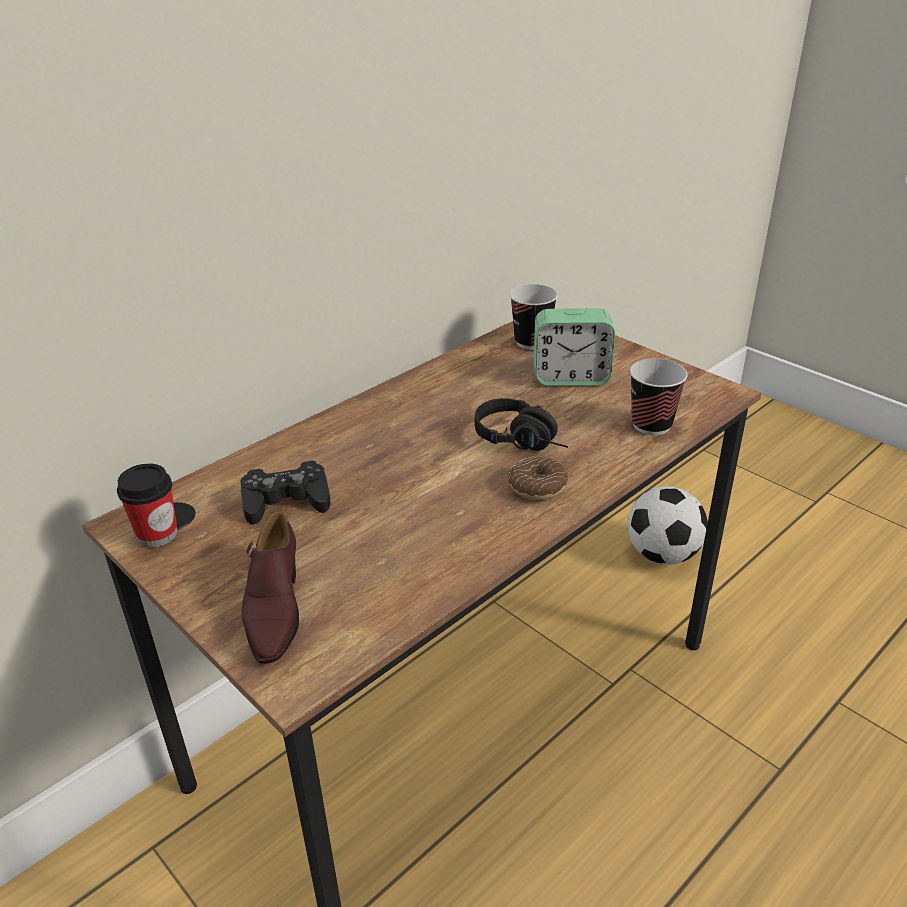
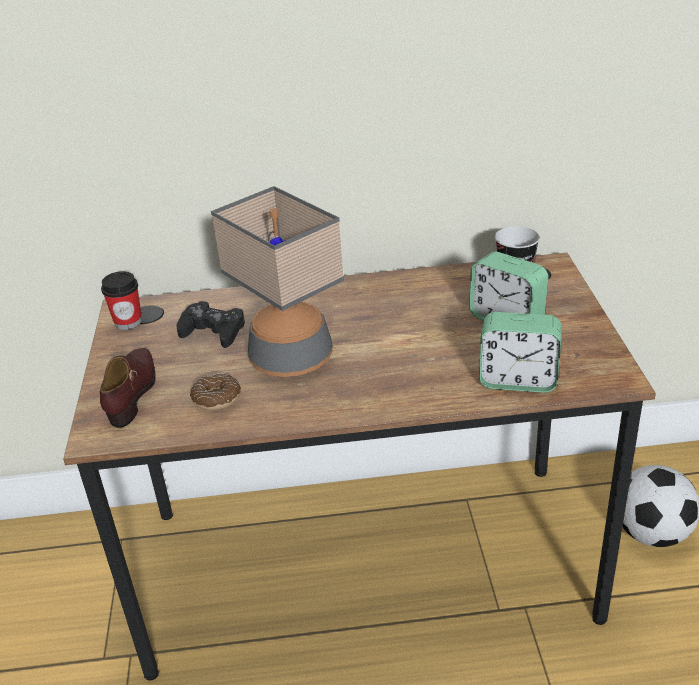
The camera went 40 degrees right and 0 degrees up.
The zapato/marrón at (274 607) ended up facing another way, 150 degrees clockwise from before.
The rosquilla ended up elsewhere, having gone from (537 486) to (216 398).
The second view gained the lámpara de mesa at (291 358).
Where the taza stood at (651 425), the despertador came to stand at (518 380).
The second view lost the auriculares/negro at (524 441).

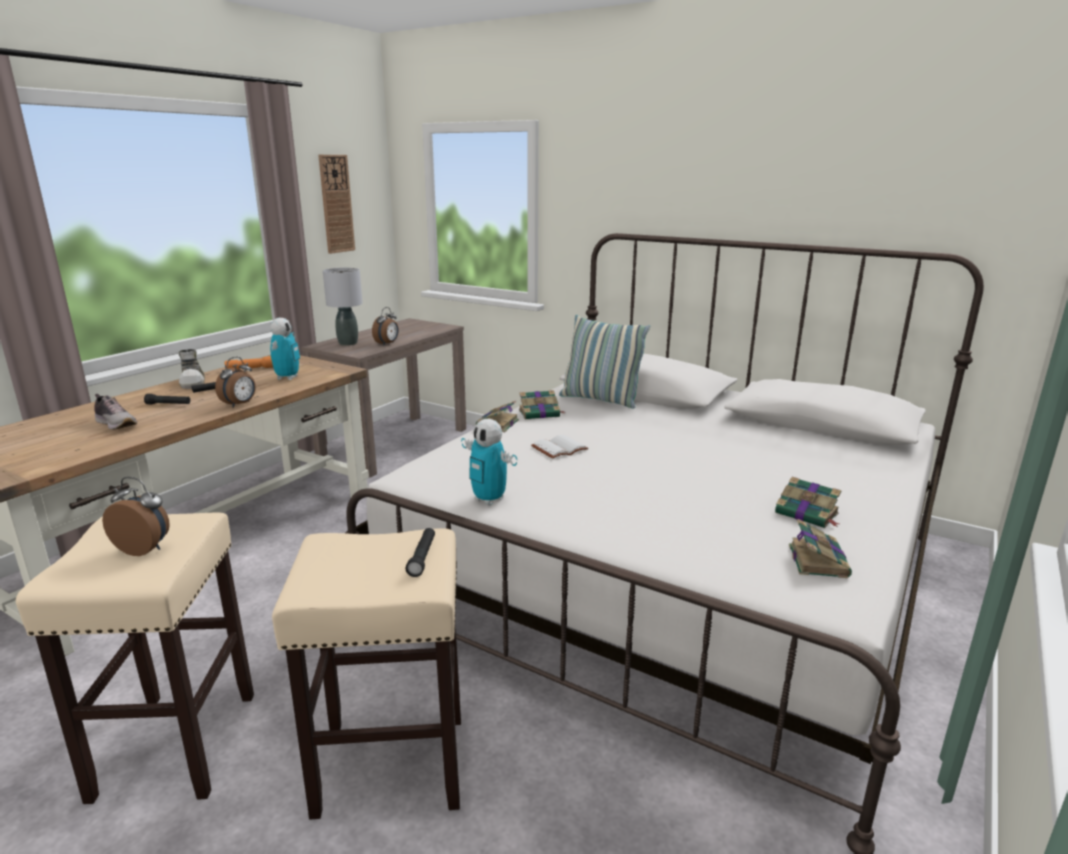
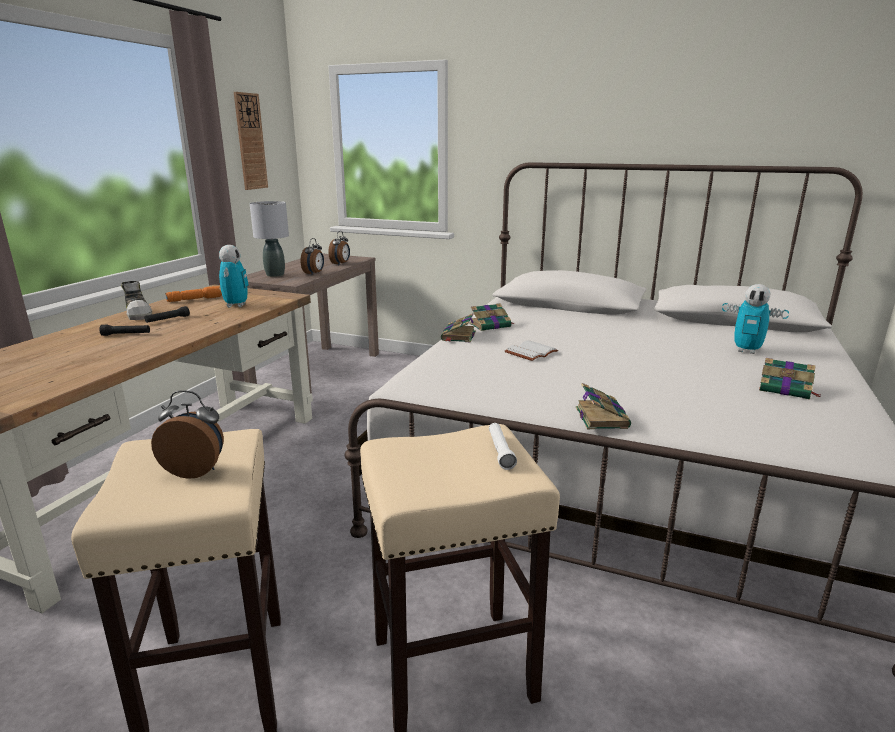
The camera went 10 degrees left and 0 degrees up.
The despertador ended up elsewhere, having gone from (240 404) to (341 264).
What was the linterna/negro at (422 557) turned into the linterna/blanco at (500 451).
The libro ended up elsewhere, having gone from (817 560) to (601 417).
The robot de juguete ended up elsewhere, having gone from (489 500) to (747 351).
The second view lost the zapato at (117 424).
The second view lost the cojín at (600 400).

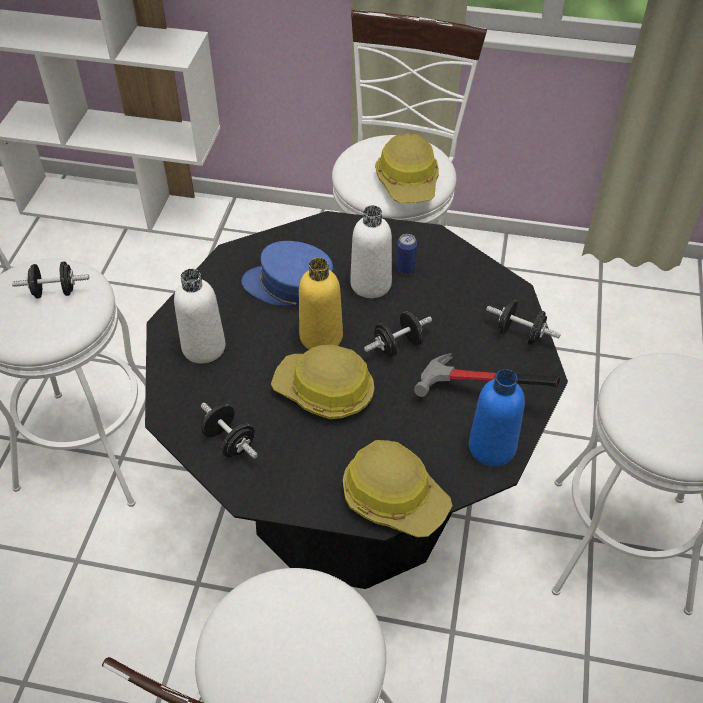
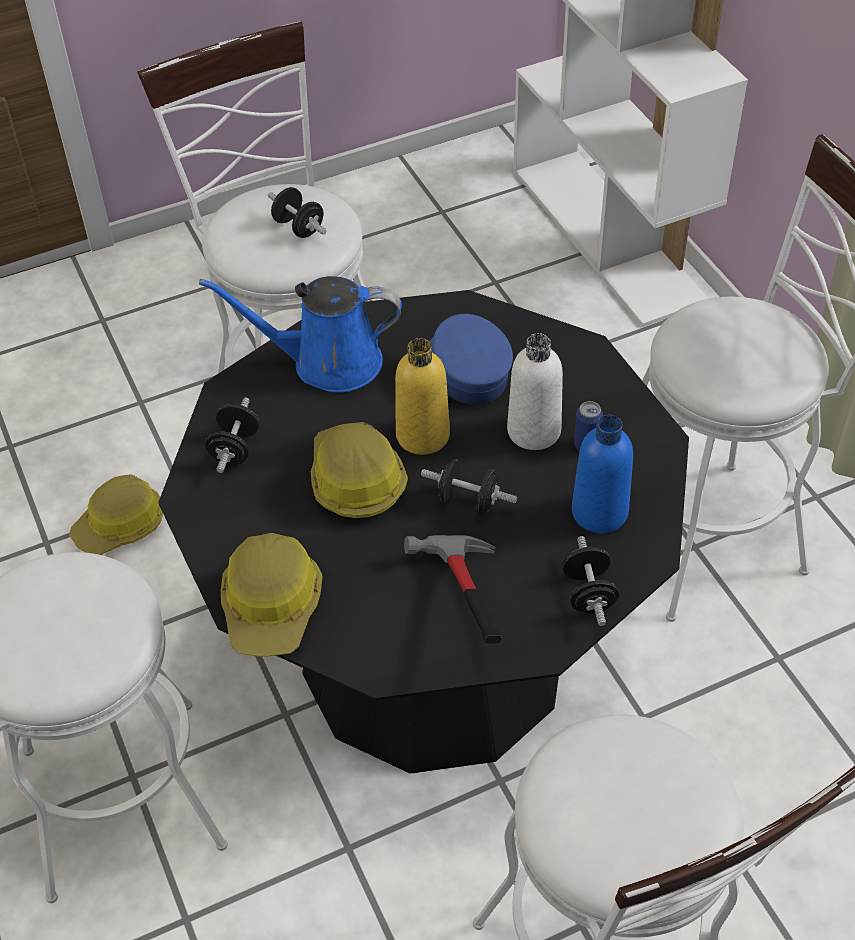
The camera went 55 degrees right and 0 degrees up.
The casco ended up elsewhere, having gone from (408 181) to (121 526).
Where the botella/blanco stood at (203 347), the regadera/azul came to stand at (327 362).
The botella/azul ended up elsewhere, having gone from (492 447) to (599 512).

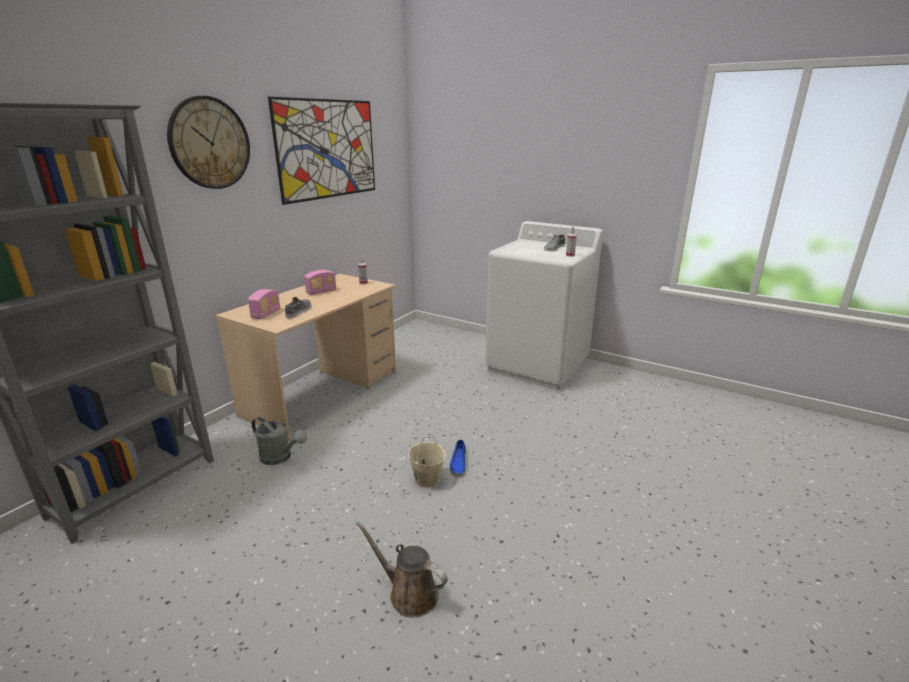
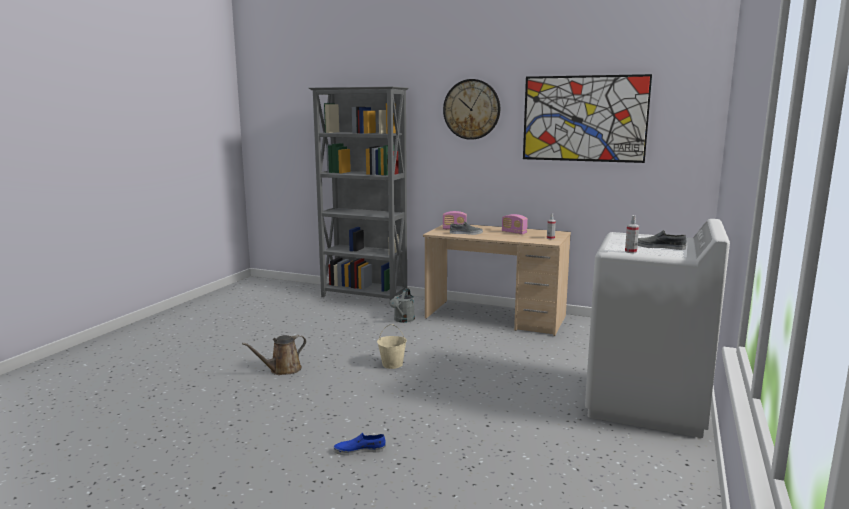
The camera went 80 degrees right and 10 degrees down.
The regadera/marrón at (409 593) ended up facing another way, 150 degrees counterclockwise from before.
The zapato/azul ended up elsewhere, having gone from (458 463) to (360 450).

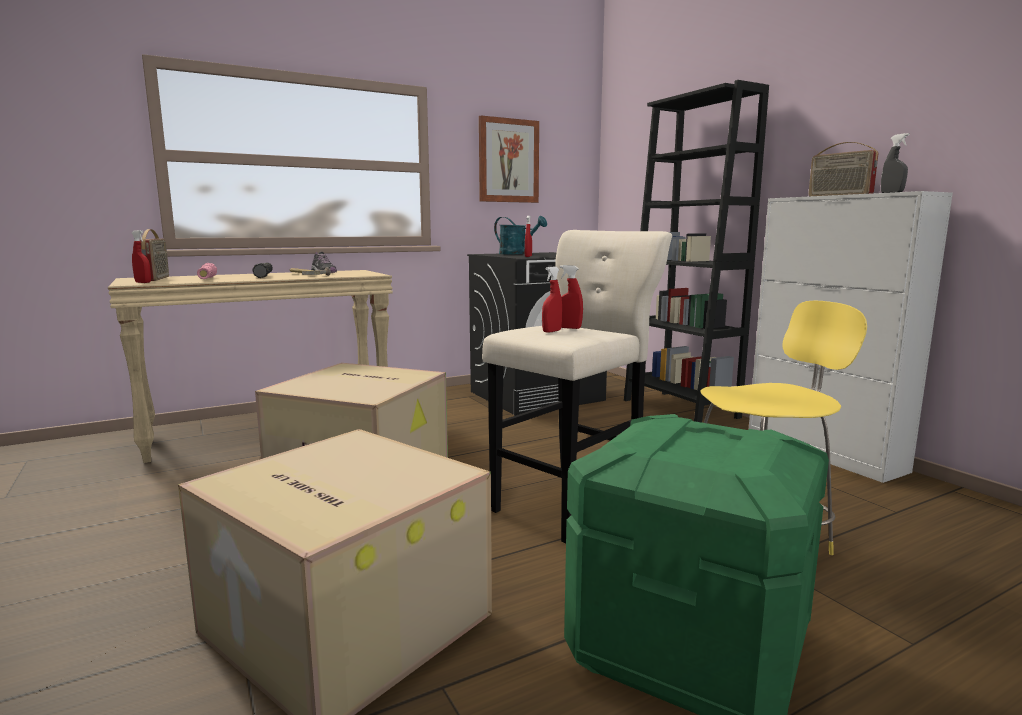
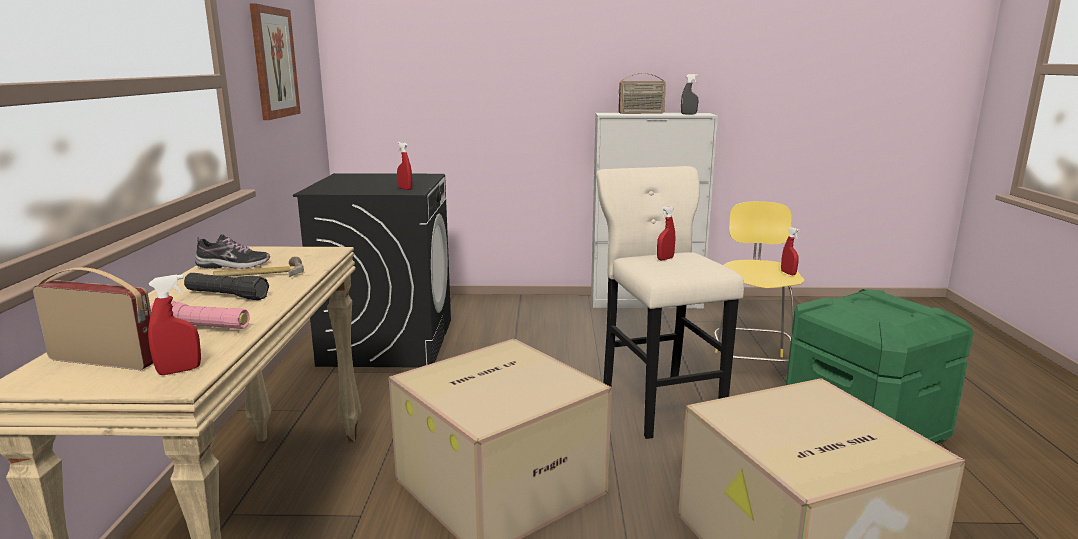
The camera went 60 degrees left and 5 degrees up.
The pulverizador/rojo ended up elsewhere, having gone from (551 331) to (788 273).
The second view lost the regadera/turquesa at (517 254).
The second view lost the estantería/negro at (680 408).

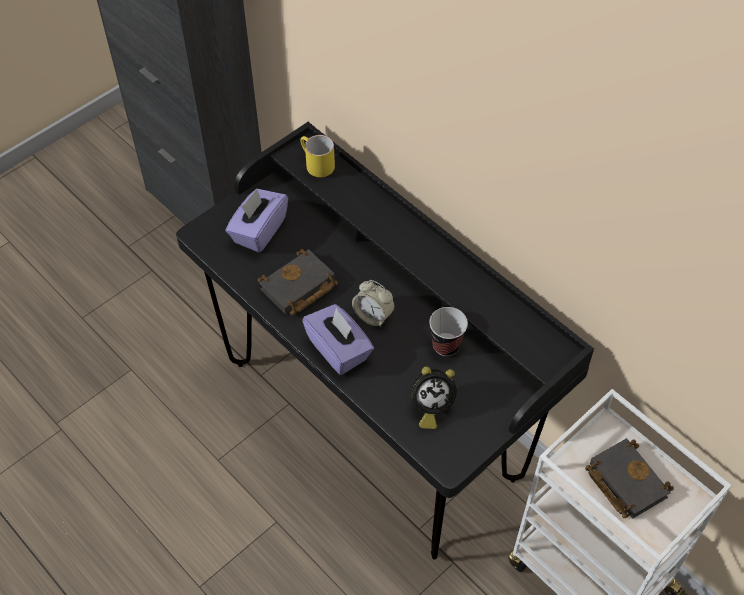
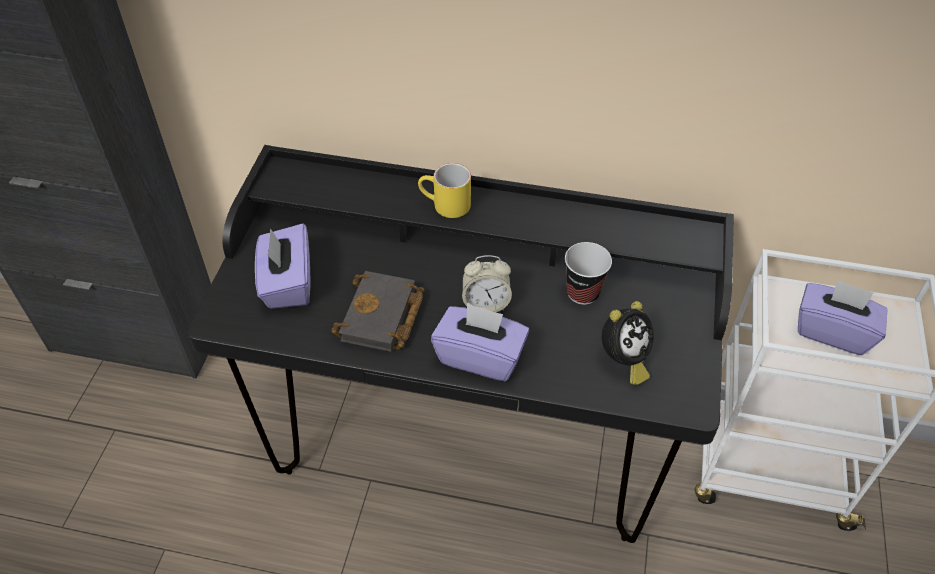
The camera went 35 degrees left and 5 degrees down.
The taza grande/amarillo ended up elsewhere, having gone from (315 164) to (444 205).
Where the libro/negro stood at (623 481), the caja de pañuelos/morado came to stand at (832 331).

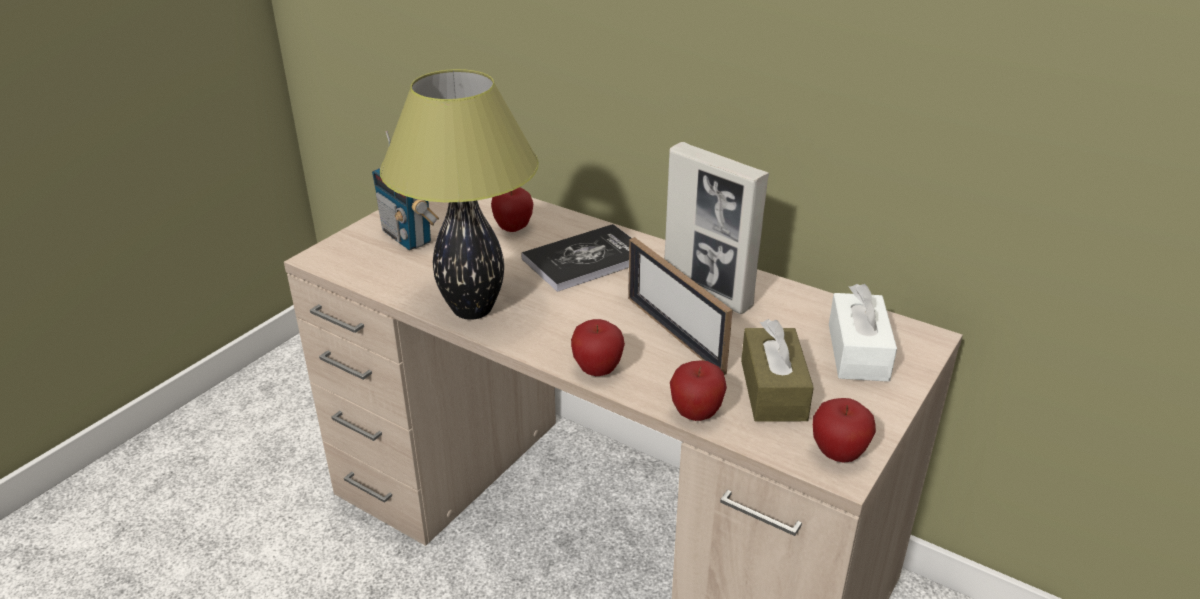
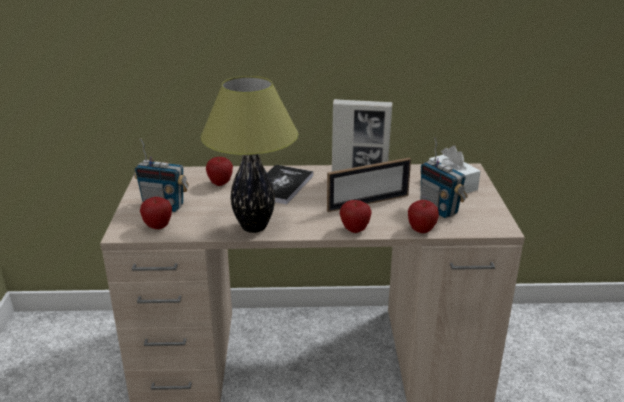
The camera went 35 degrees left and 5 degrees down.
The manzana ended up elsewhere, having gone from (838 454) to (158 227).
The portarretratos at (674 334) ended up facing another way, 45 degrees counterclockwise from before.
Where the caja de pañuelos/marrón stood at (773 390), the radio came to stand at (439 209).

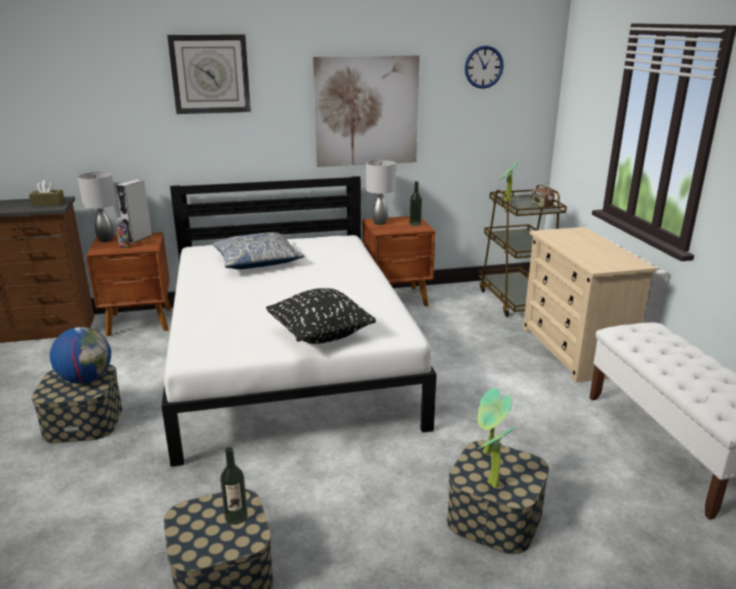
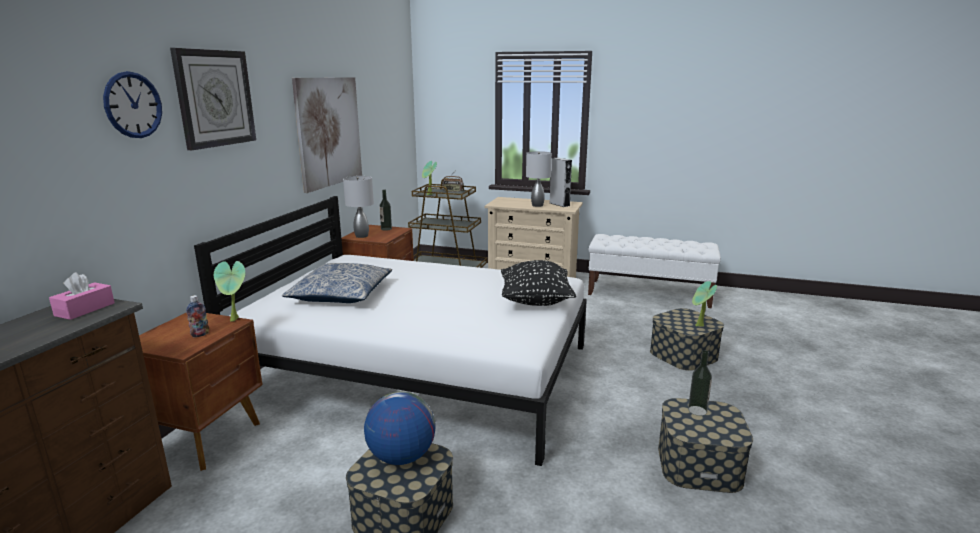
The camera went 60 degrees left and 5 degrees down.
What was the caja de pañuelos/marrón at (48 204) turned into the caja de pañuelos/rosa at (85 309).
The reloj de pared ended up elsewhere, having gone from (483 67) to (133 105).
The planta en maceta ended up elsewhere, having gone from (488 453) to (235 320).
The lámpara de mesa/gris ended up elsewhere, having gone from (105 240) to (537 205).
The altavoz/gris ended up elsewhere, having gone from (138 238) to (559 204).

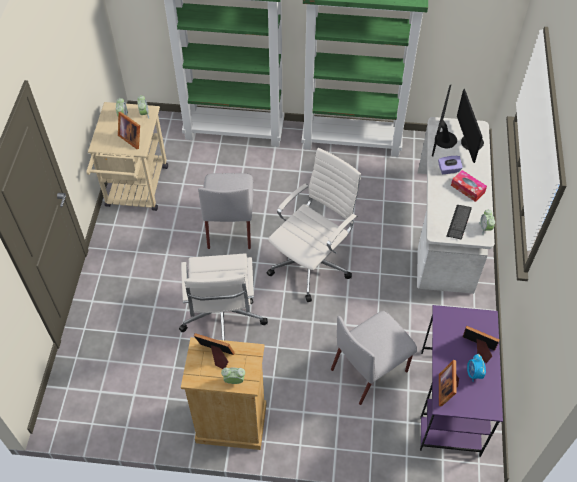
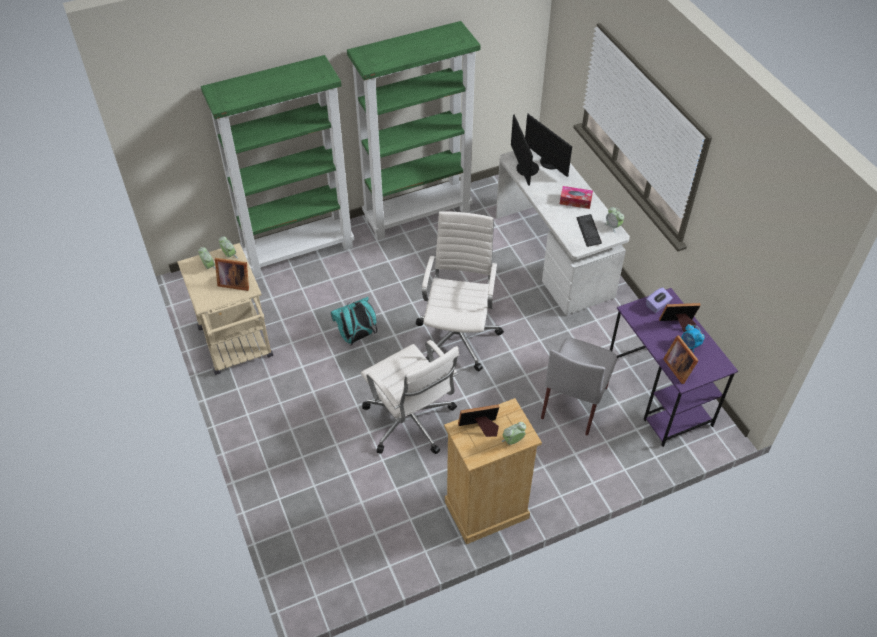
The camera went 30 degrees left and 5 degrees down.
Where the silla/gris stood at (230 225), the mochila/turquesa came to stand at (356 337).
The caja de pañuelos/morado ended up elsewhere, having gone from (449 169) to (657 305).

